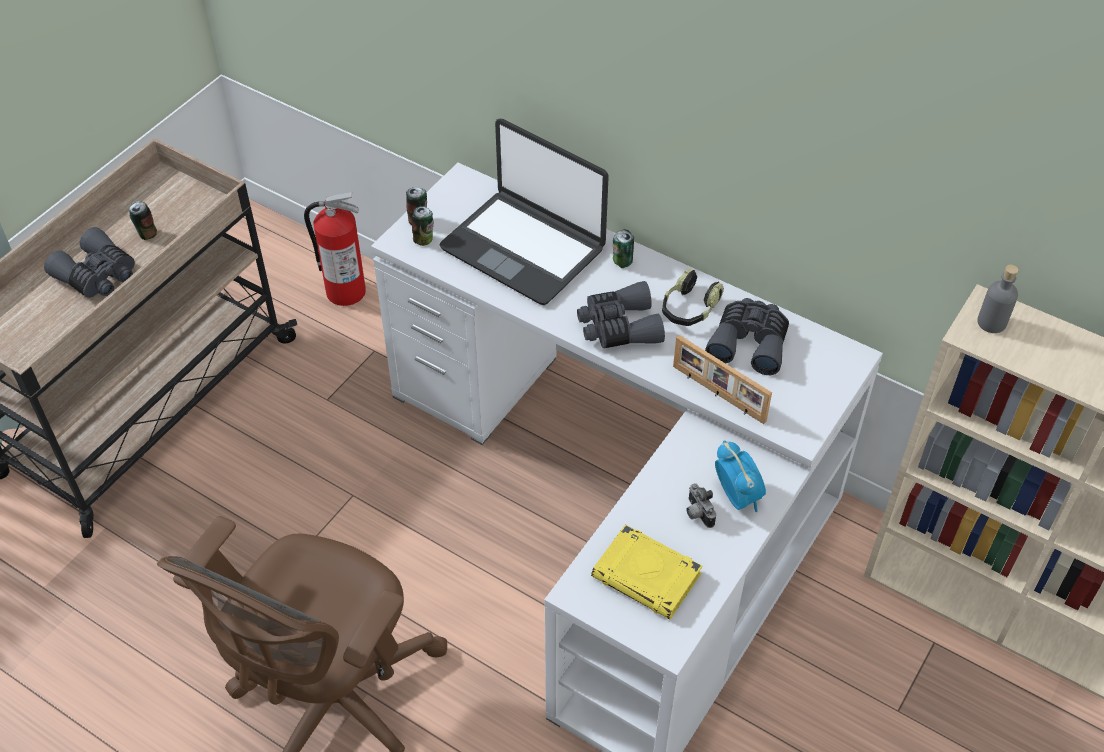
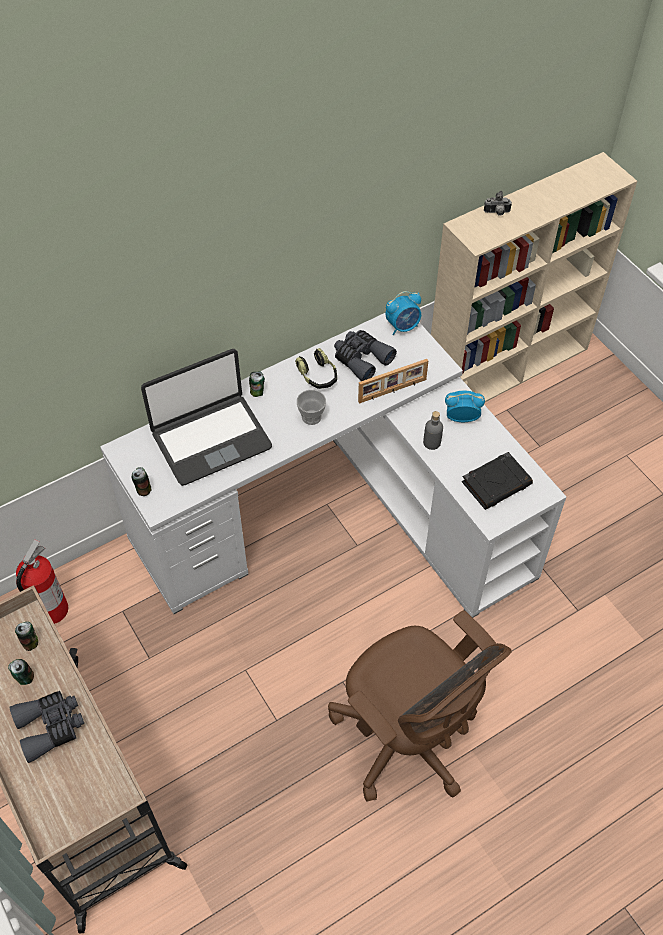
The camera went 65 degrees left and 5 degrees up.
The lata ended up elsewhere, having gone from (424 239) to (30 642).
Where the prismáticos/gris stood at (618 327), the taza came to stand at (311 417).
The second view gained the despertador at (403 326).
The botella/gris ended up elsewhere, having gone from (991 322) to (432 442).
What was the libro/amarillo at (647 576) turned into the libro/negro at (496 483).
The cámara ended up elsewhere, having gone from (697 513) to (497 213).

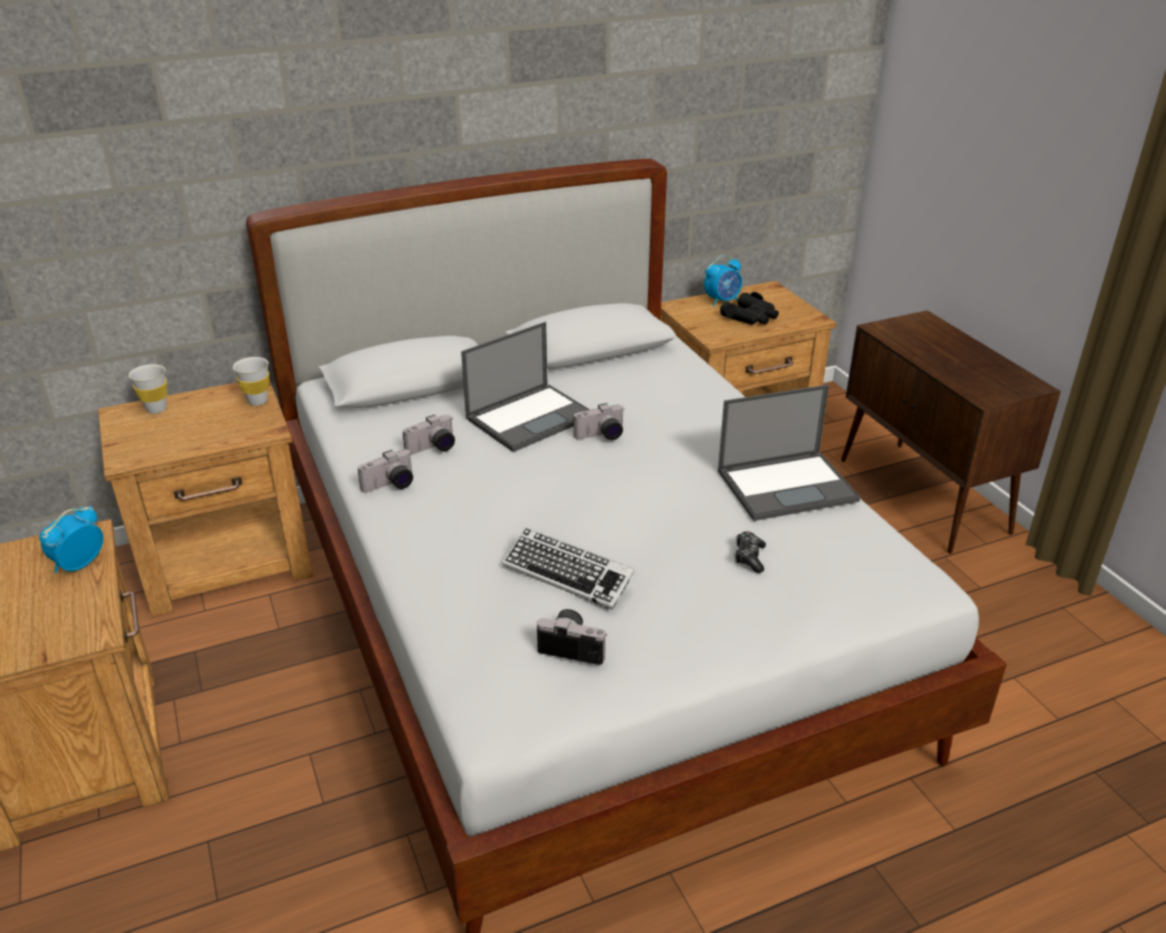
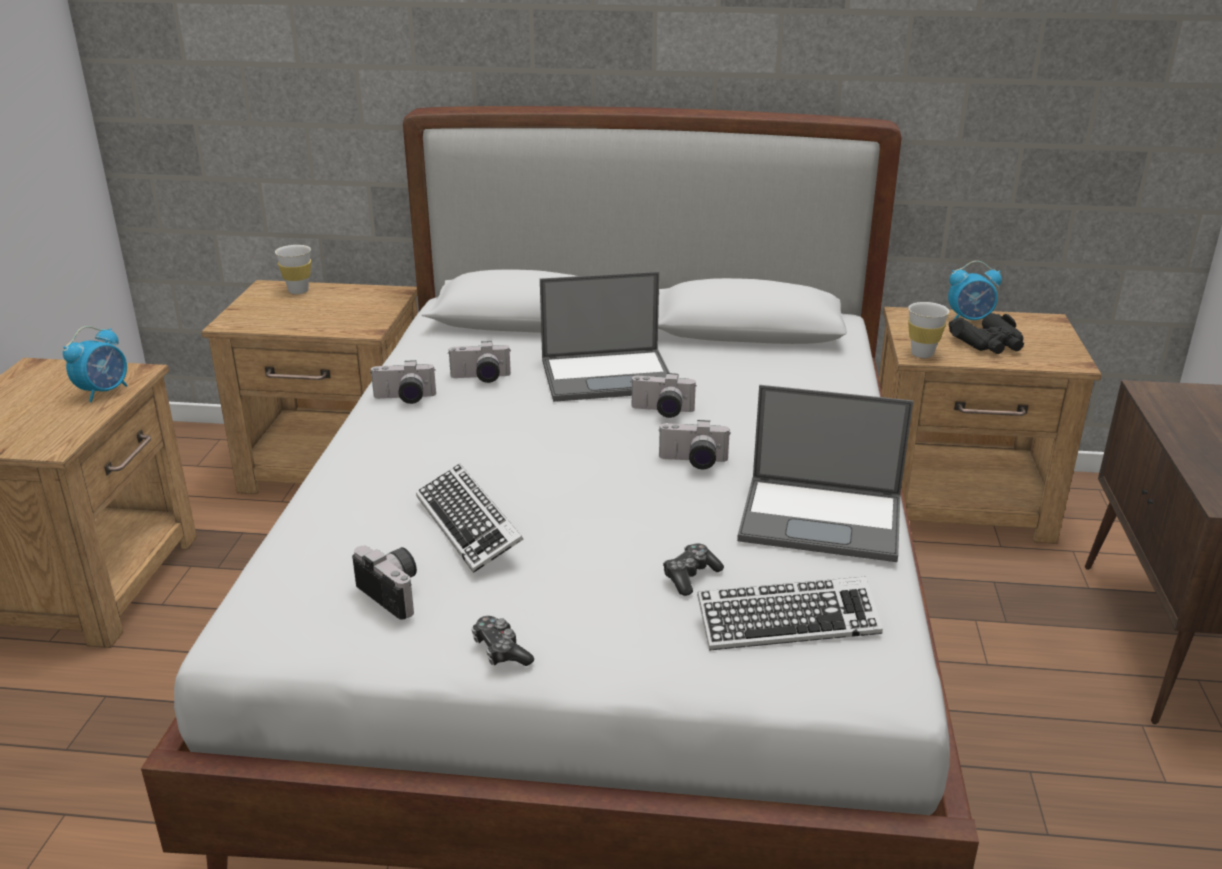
The camera went 30 degrees right and 5 degrees down.
The despertador at (79 564) ended up facing another way, 150 degrees clockwise from before.
The second view gained the mando de consola at (501 651).
The second view gained the cámara at (693 462).
The second view gained the teclado at (787 622).
The taza/blanco ended up elsewhere, having gone from (258 401) to (922 354).

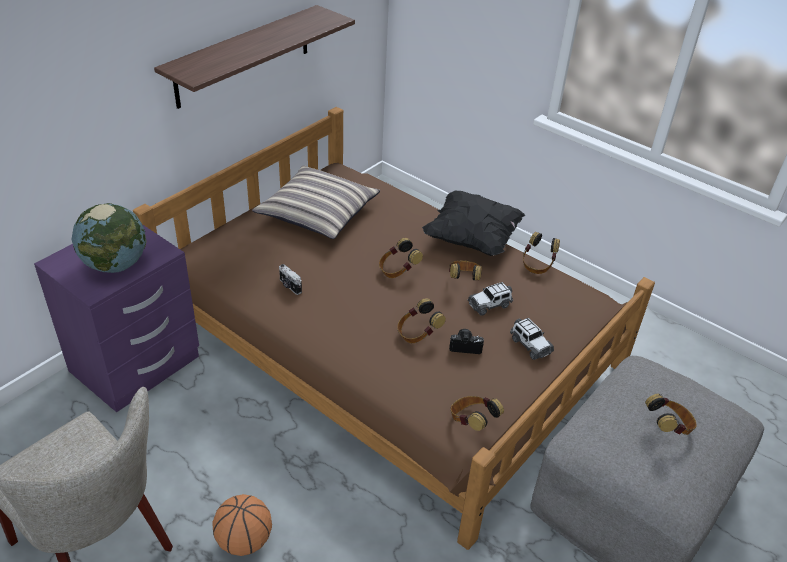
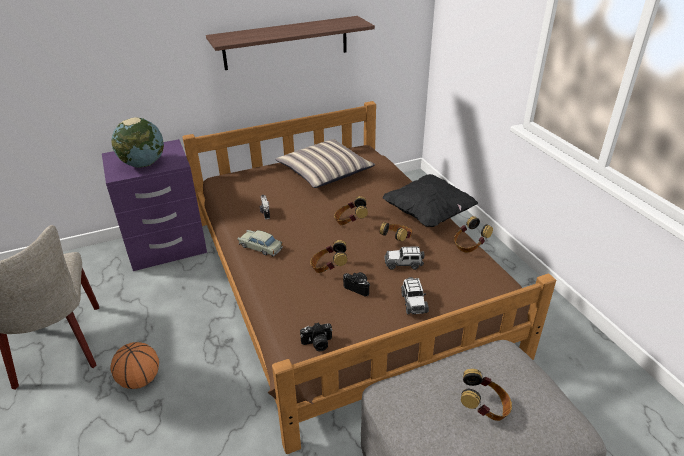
The camera went 30 degrees right and 5 degrees down.
The second view gained the coche de juguete/beis at (260 247).
Where the auriculares stood at (472 422), the cámara came to stand at (317 344).

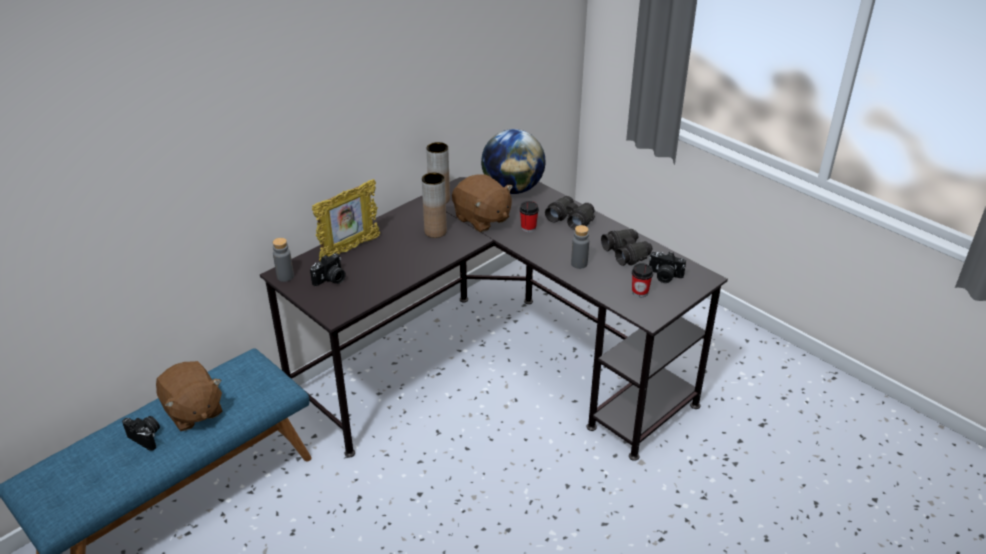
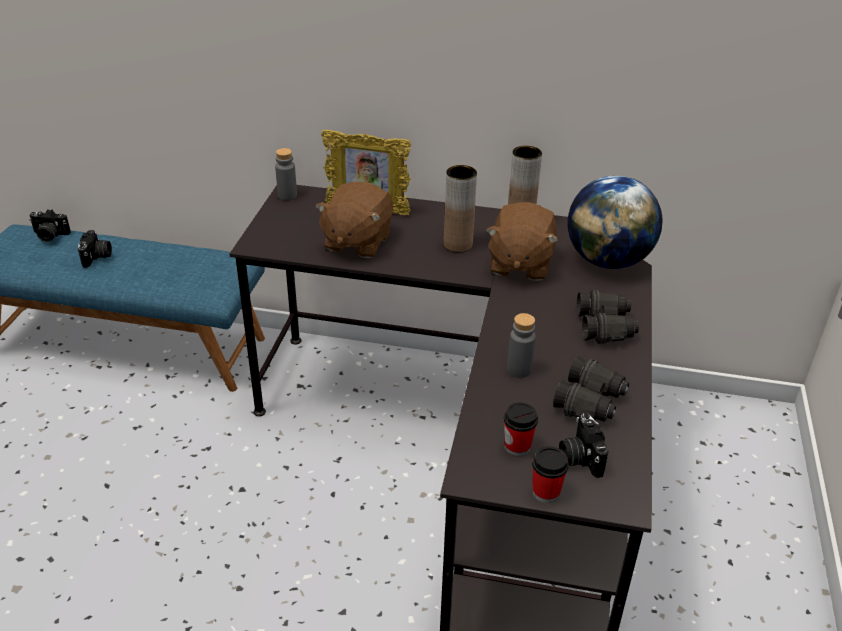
The camera went 55 degrees right and 0 degrees up.
The cámara ended up elsewhere, having gone from (331 280) to (49 235).
The peluche/marrón ended up elsewhere, having gone from (193 411) to (356 242).
The taza ended up elsewhere, having gone from (528 228) to (546 492).

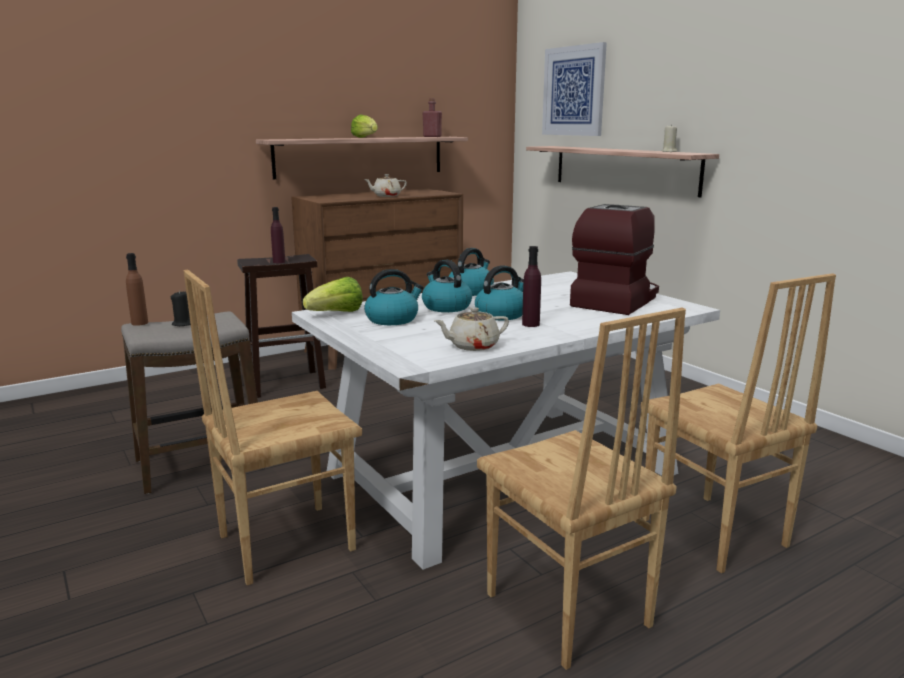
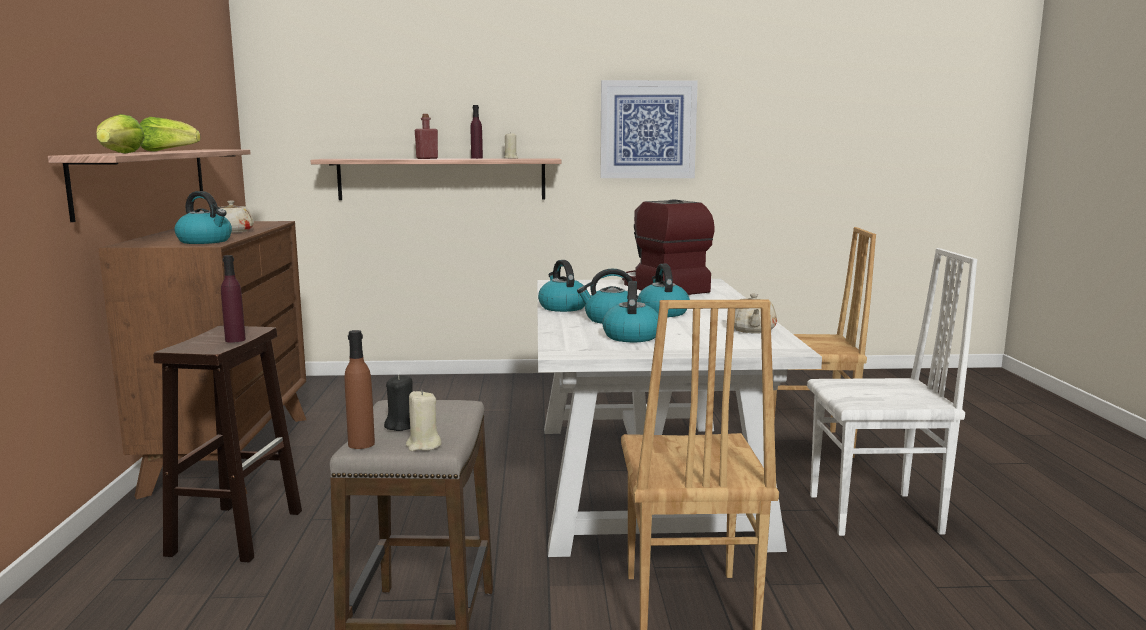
The camera went 60 degrees left and 5 degrees down.
The lechuga ended up elsewhere, having gone from (337 314) to (120 153).
The second view gained the hervidor at (205 241).
The second view gained the vela/beis at (423 445).
The botella/rojo ended up elsewhere, having gone from (432 136) to (427 158).
The botella/morado ended up elsewhere, having gone from (530 324) to (477 158).
The cuadro ended up elsewhere, having gone from (573 91) to (648 129).
What was the silla/marrón at (566 611) turned into the silla/blanco at (876 515).

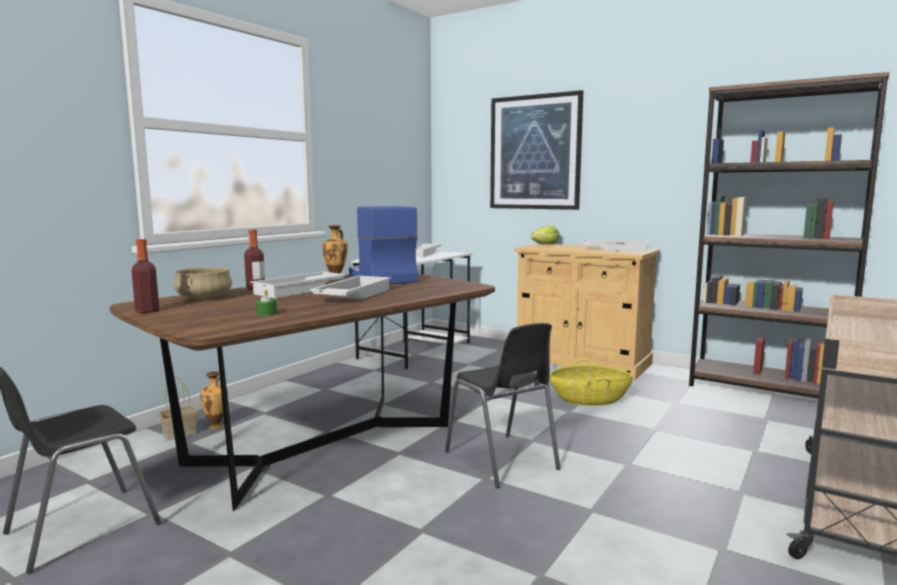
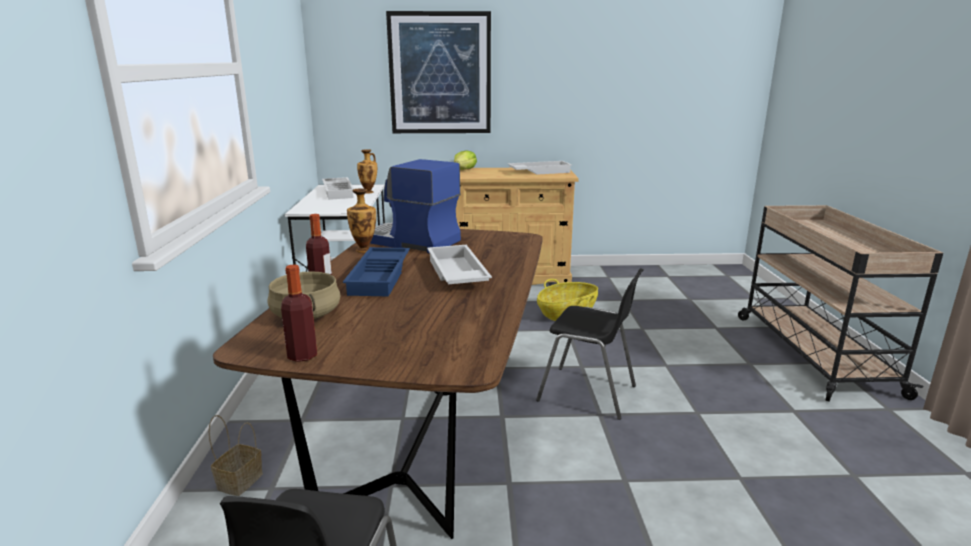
The camera went 35 degrees left and 10 degrees up.
What was the bandeja/blanco at (300 290) turned into the bandeja/azul at (381 277).
The florero ended up elsewhere, having gone from (216 426) to (369 192).
The second view lost the vela/verde at (267 313).
The second view lost the estantería/marrón at (767 390).

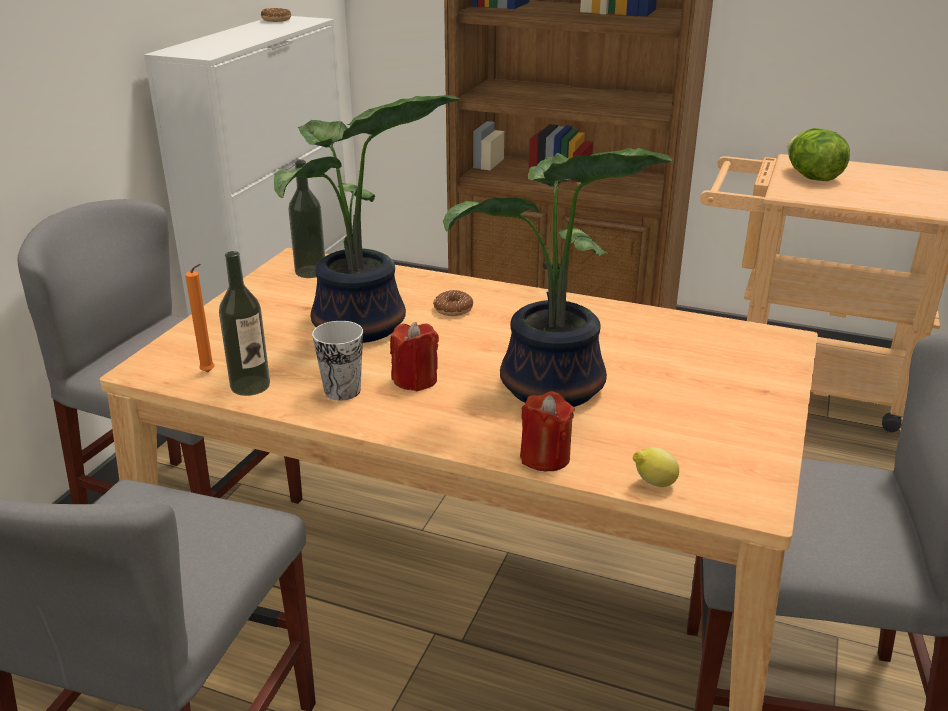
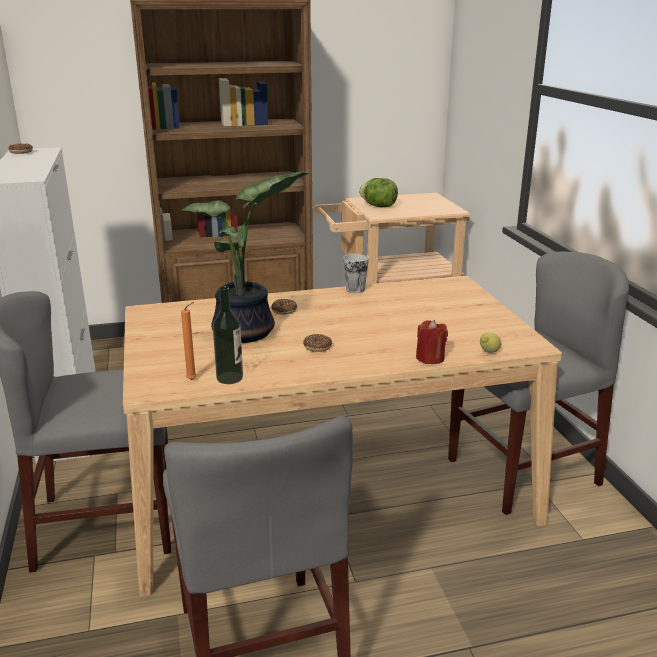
The camera went 35 degrees left and 5 degrees down.
Where the vela/rojo stood at (415 380), the rosquilla came to stand at (317 347).
The taza ended up elsewhere, having gone from (342 391) to (355 289).
The second view lost the botella at (310 271).
The second view lost the planta en maceta at (551 390).

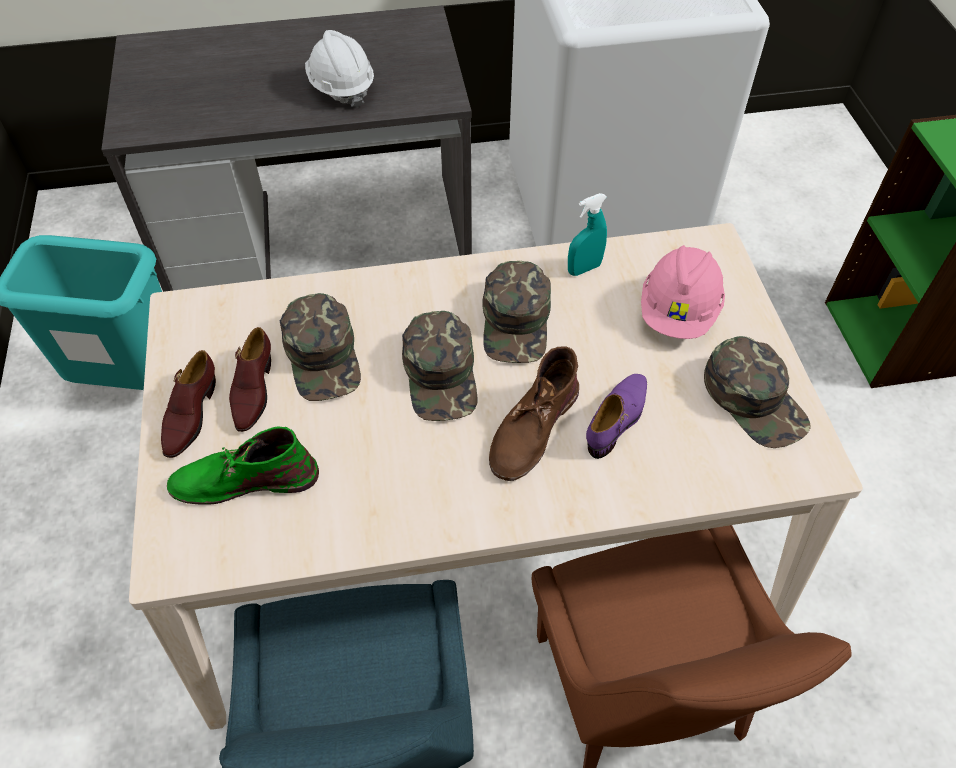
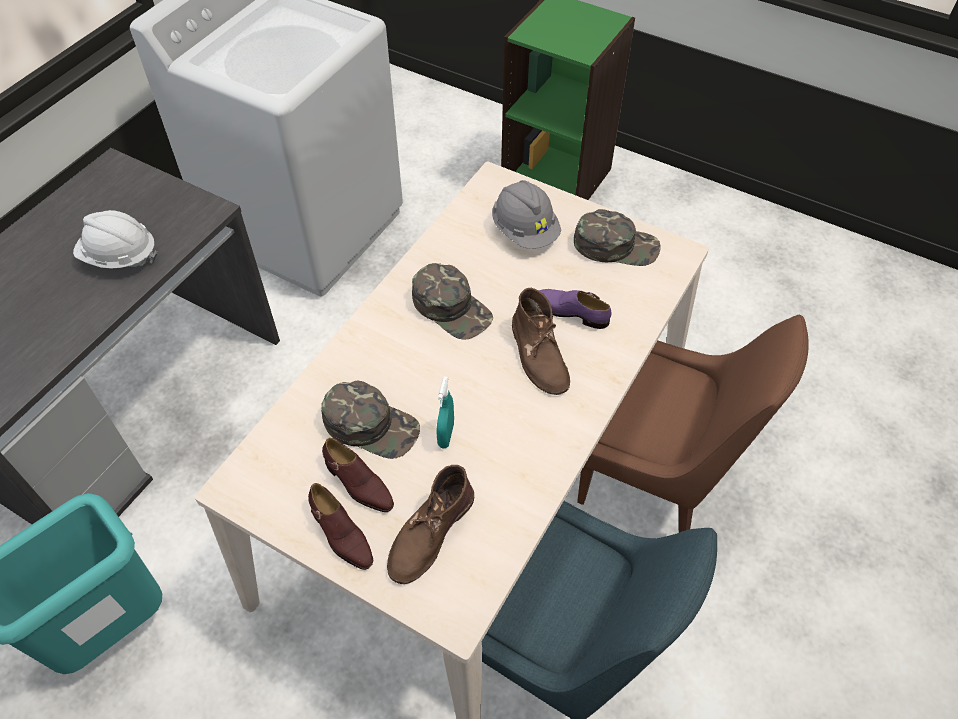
The camera went 50 degrees left and 0 degrees up.
What was the bota/verde at (243 480) turned into the bota/marrón at (430 533).
The pulverizador/turquesa ended up elsewhere, having gone from (584 269) to (446 435).
What was the casco/rosa at (678 312) turned into the casco/gris at (525 231).
The zapato/morado at (617 419) ended up facing another way, 45 degrees counterclockwise from before.
The second view lost the gorra/verde at (442 374).

